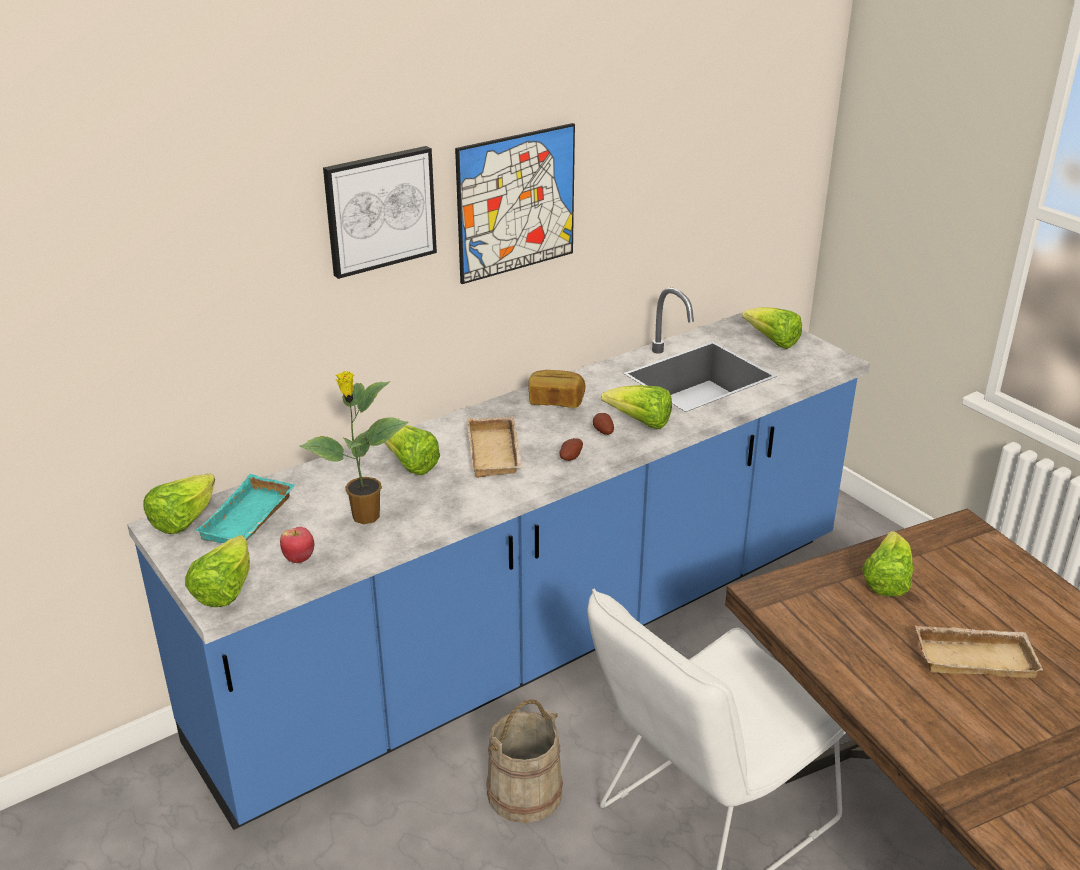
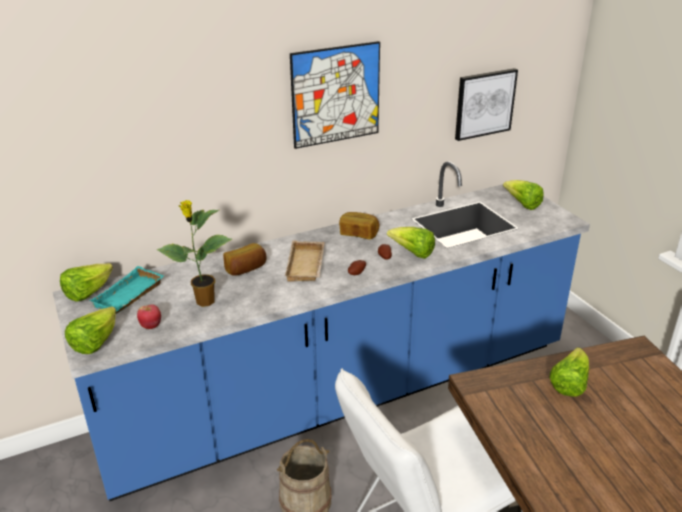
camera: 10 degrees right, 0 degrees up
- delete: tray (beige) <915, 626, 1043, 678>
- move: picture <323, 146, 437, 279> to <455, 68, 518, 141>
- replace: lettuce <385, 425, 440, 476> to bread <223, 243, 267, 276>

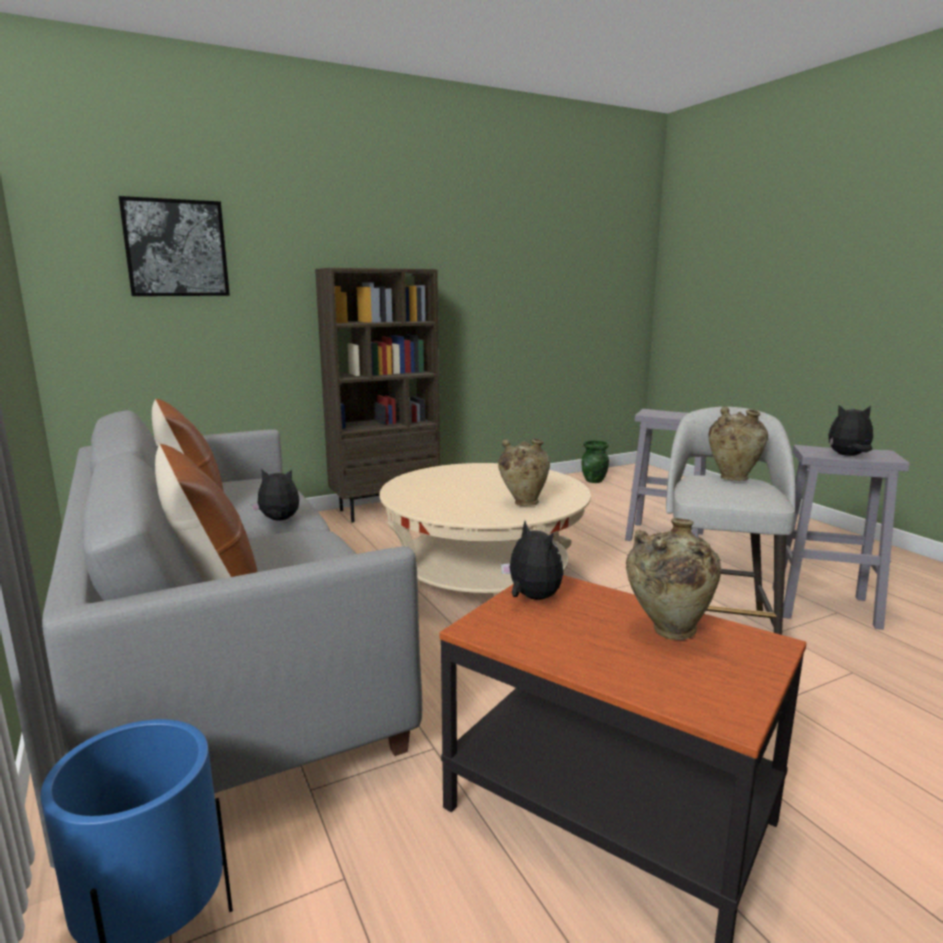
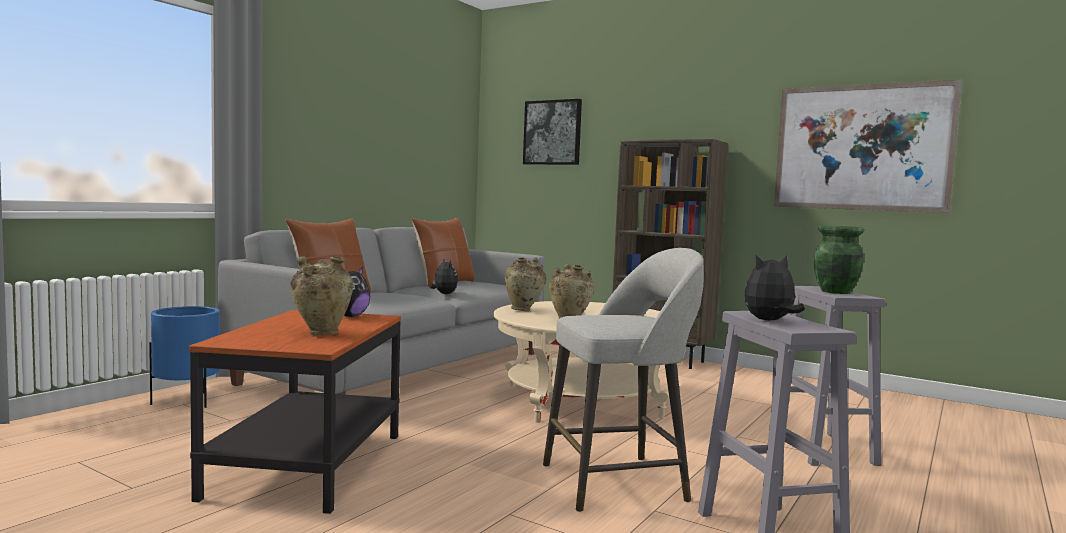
camera: 60 degrees right, 10 degrees down
- insert: picture <774, 79, 962, 213>
- move: vase (green) <581, 440, 609, 483> to <814, 225, 864, 294>
- move: vase (beige) <708, 406, 768, 481> to <505, 257, 547, 311>
- rotate: plush toy <828, 405, 873, 456> = <745, 255, 805, 321> 90 degrees counterclockwise

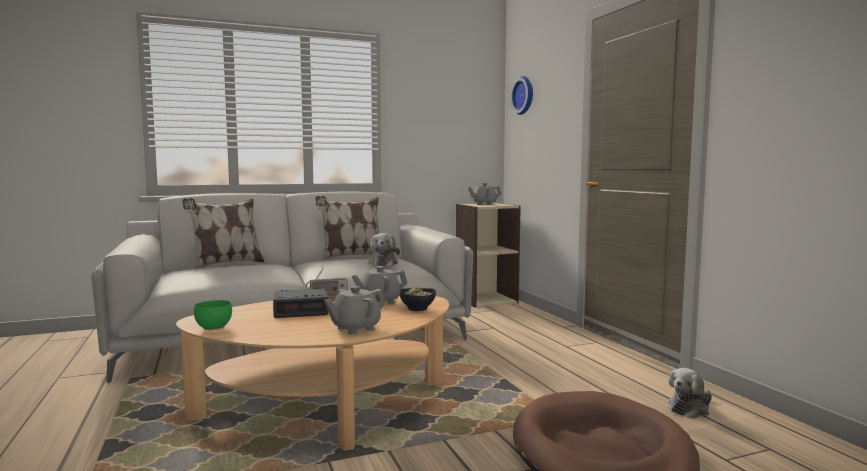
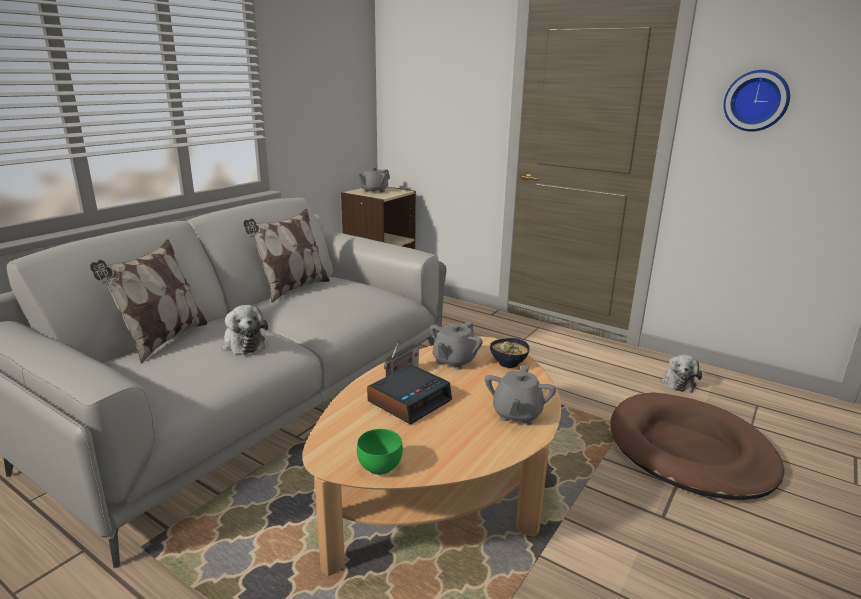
camera: 35 degrees left, 15 degrees up
- move: plush toy <369, 233, 400, 266> to <223, 305, 268, 355>
- move: wall clock <510, 76, 533, 115> to <724, 70, 790, 132>

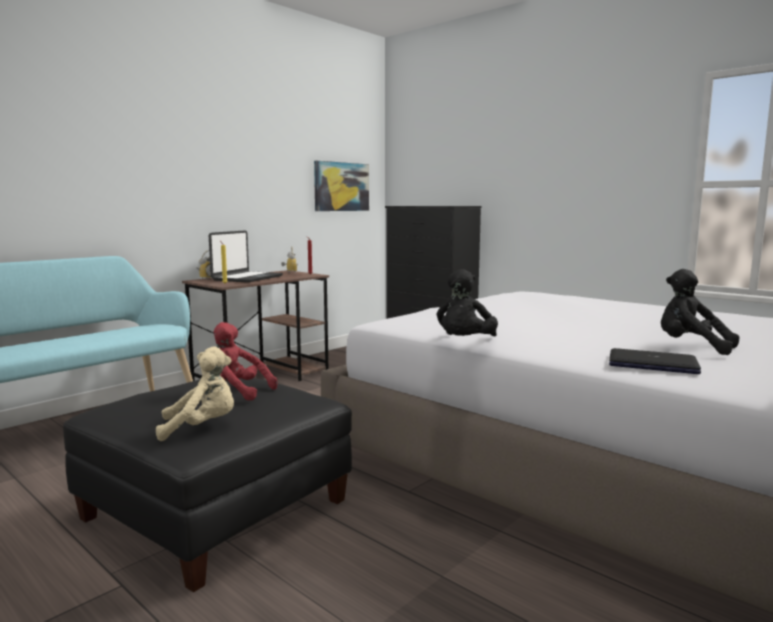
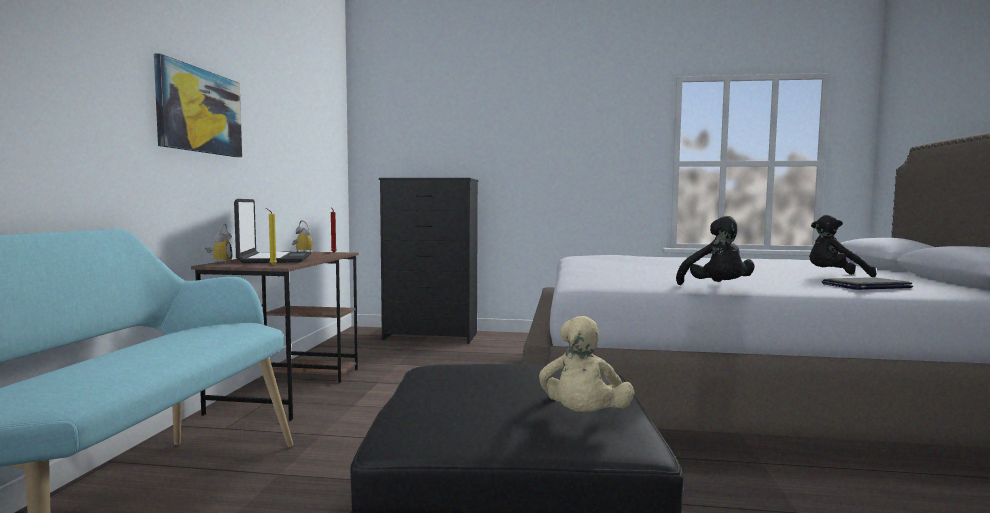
camera: 35 degrees left, 5 degrees down
- delete: plush toy (red) <214, 322, 277, 401>
- move: picture <314, 161, 369, 211> to <154, 53, 242, 157>
- rotate: plush toy (beige) <156, 346, 234, 441> = <539, 316, 634, 412> 150 degrees clockwise

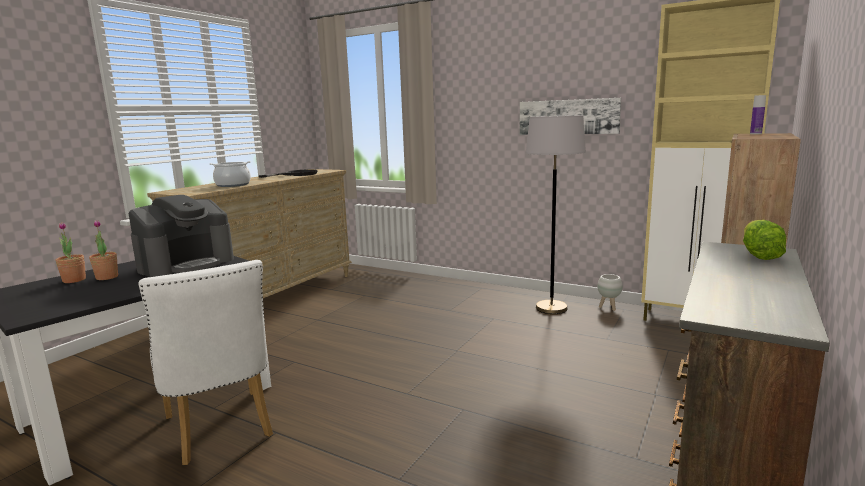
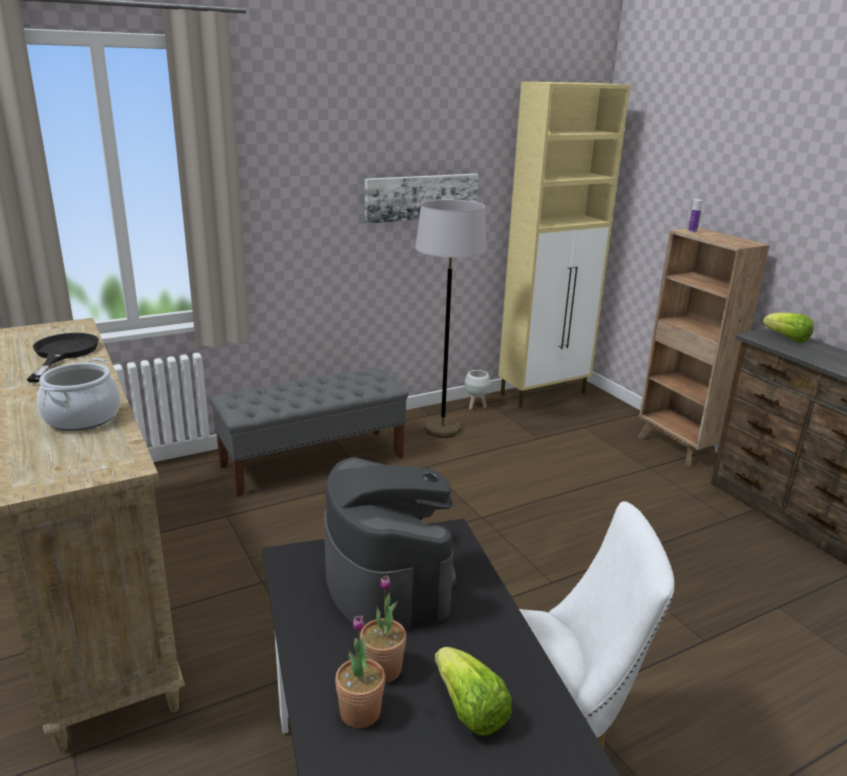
camera: 60 degrees left, 10 degrees up
- insert: bench (grey) <210, 368, 408, 497>
- insert: lettuce <435, 647, 512, 736>

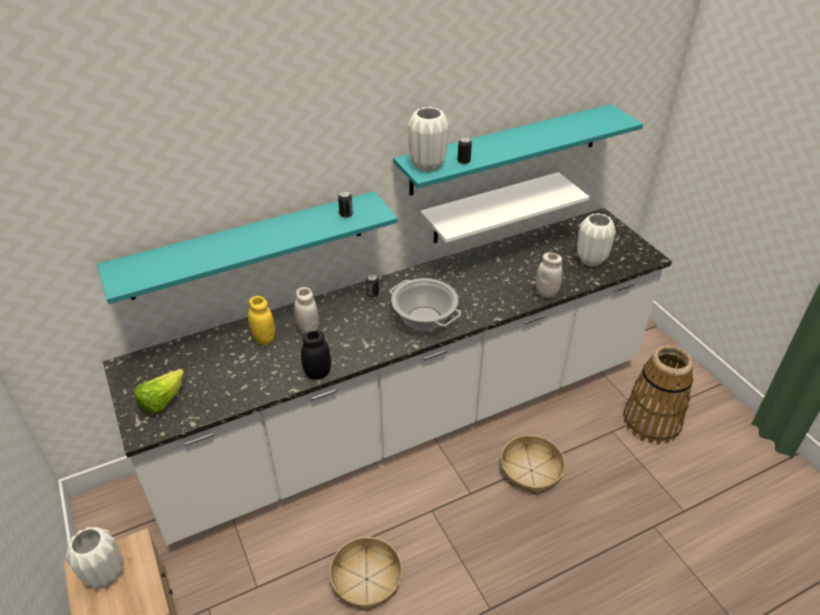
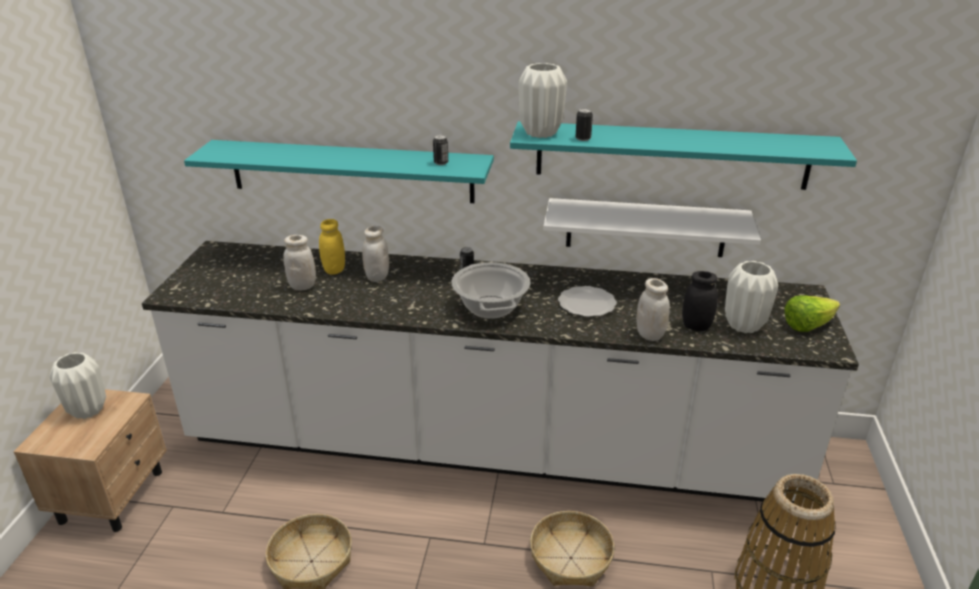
camera: 35 degrees right, 10 degrees down
- insert: jar (white) <283, 235, 316, 290>
- insert: plate <558, 286, 617, 317>
- move: lettuce <134, 369, 184, 414> to <784, 295, 840, 332>
- move: jar (black) <301, 330, 331, 380> to <682, 271, 718, 331>

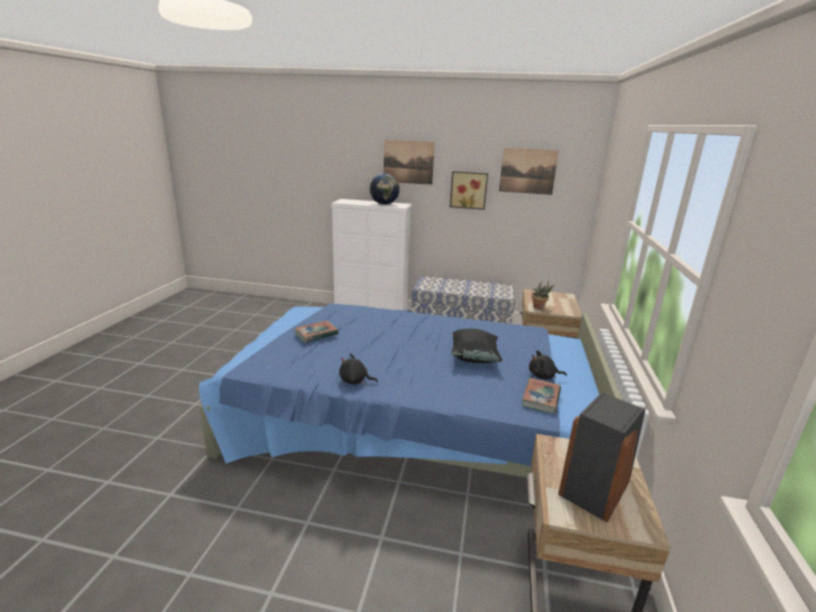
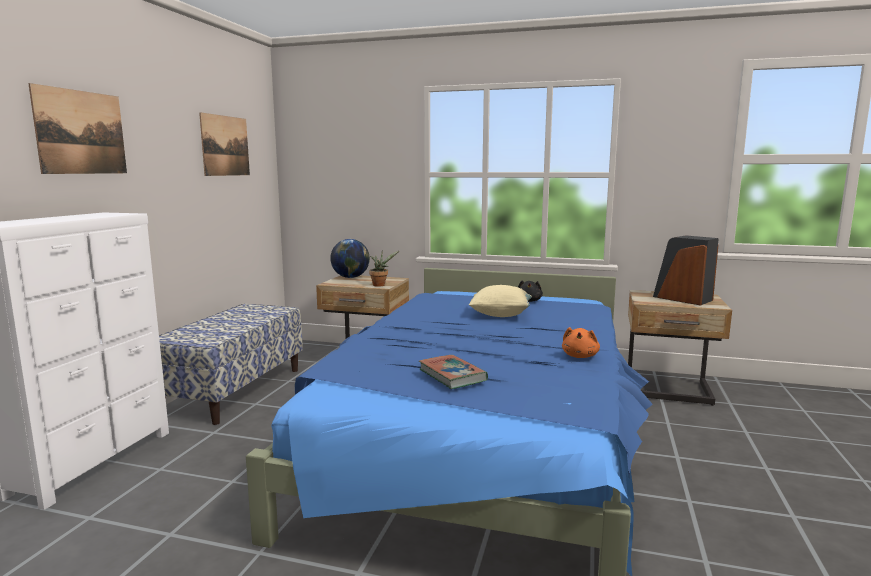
camera: 85 degrees left, 10 degrees down
- delete: picture <450, 171, 488, 210>
- delete: book <522, 378, 561, 414>
- move: globe <370, 174, 400, 205> to <330, 239, 370, 278>
- recolor: plush toy (black) <339, 353, 378, 385> to plush toy (orange) <562, 327, 600, 358>
- recolor: pillow (black) <451, 328, 502, 363> to pillow (beige) <469, 285, 532, 317>

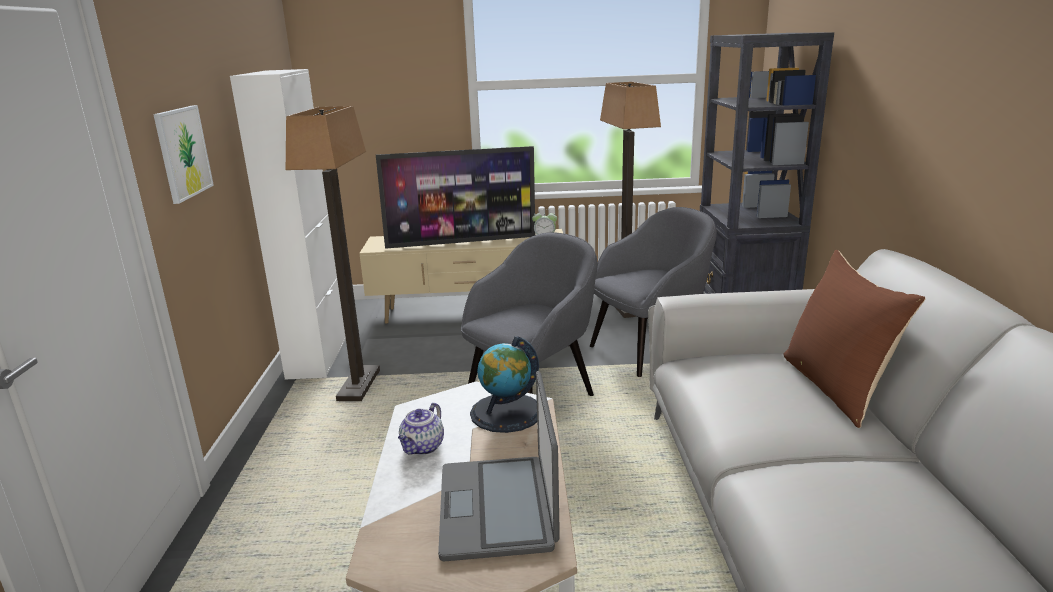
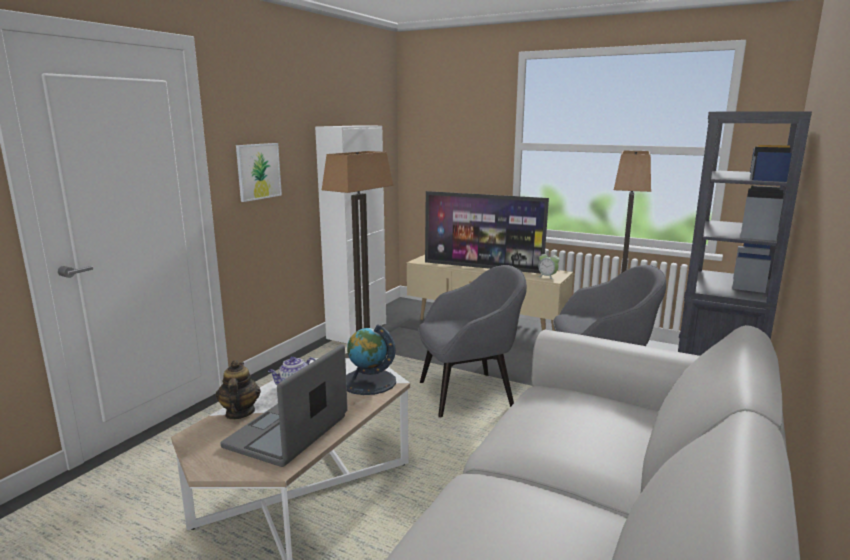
camera: 30 degrees right, 5 degrees down
- delete: pillow (brown) <783, 250, 926, 428>
- insert: teapot <216, 360, 261, 419>

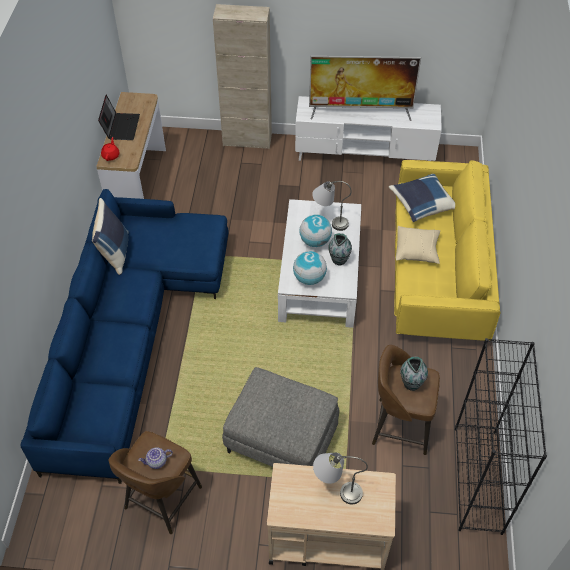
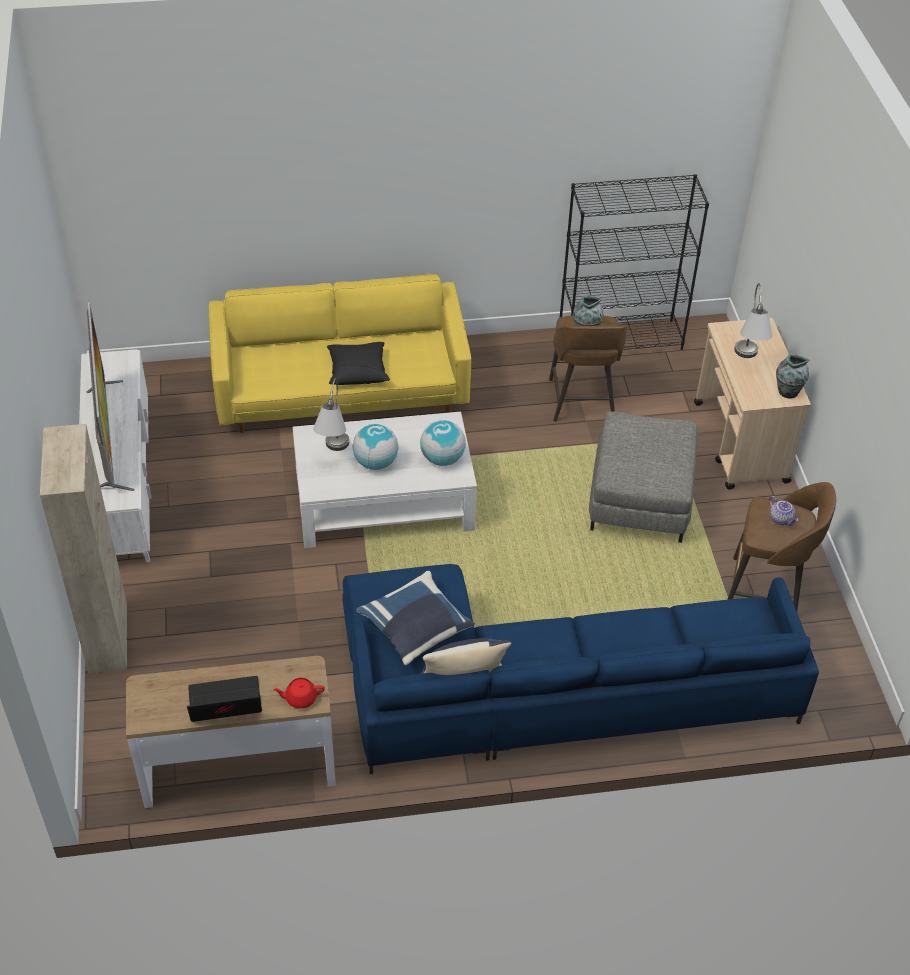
camera: 105 degrees left, 5 degrees down
- move: vase <328, 233, 352, 266> to <776, 354, 809, 399>
- move: pillow (blue) <389, 174, 455, 222> to <356, 570, 475, 665>
- recolor: pillow (beige) <396, 226, 440, 264> to pillow (black) <327, 342, 390, 385>

